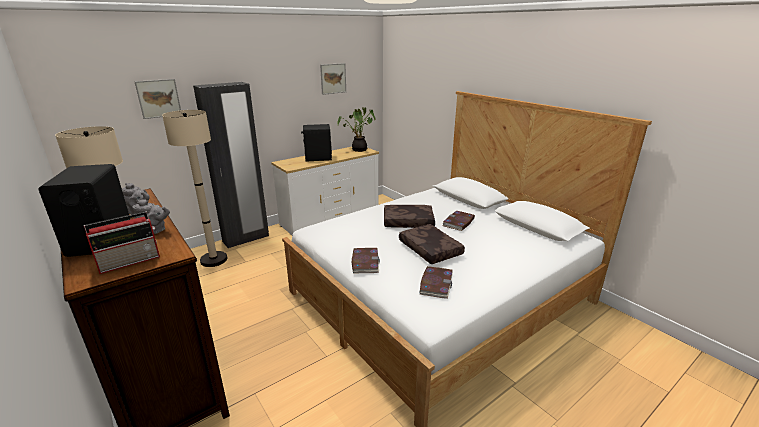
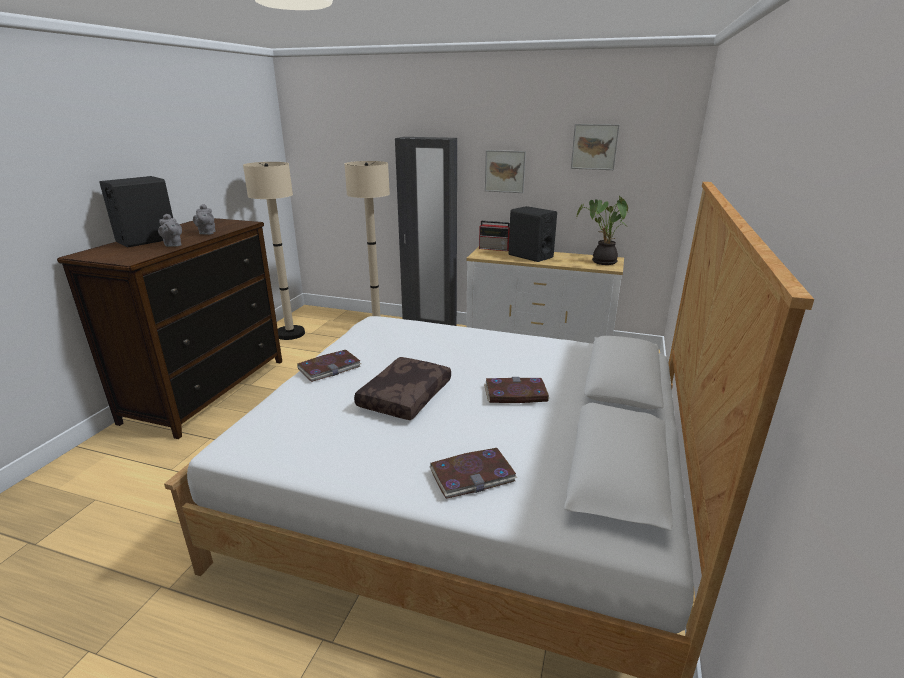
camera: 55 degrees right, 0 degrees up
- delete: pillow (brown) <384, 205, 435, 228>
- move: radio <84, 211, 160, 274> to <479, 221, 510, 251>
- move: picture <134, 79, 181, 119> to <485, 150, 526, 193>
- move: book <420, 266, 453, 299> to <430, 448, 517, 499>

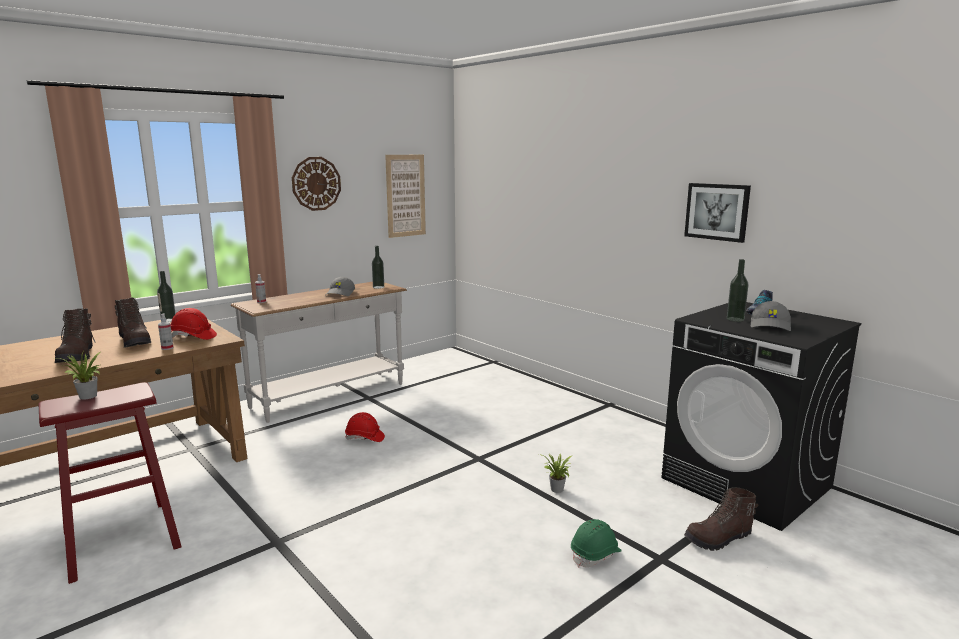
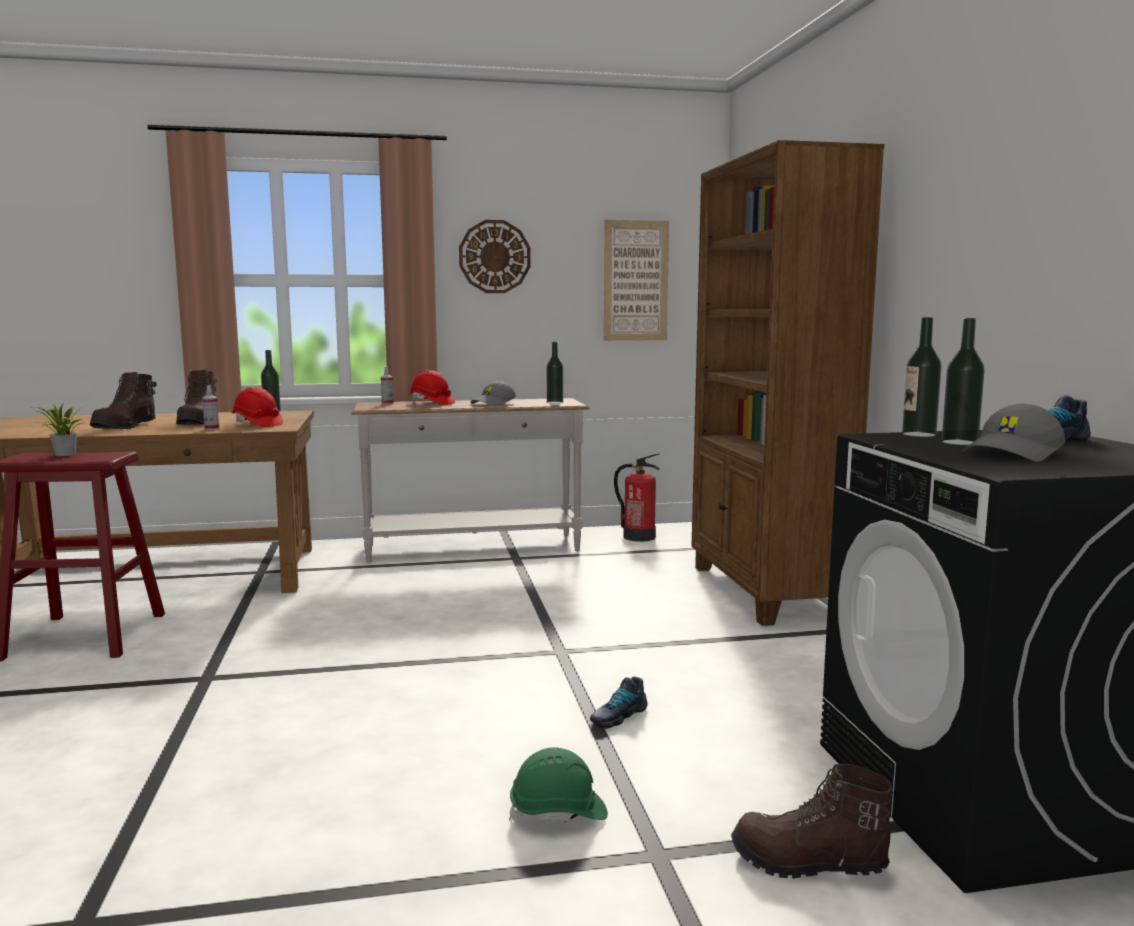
camera: 30 degrees right, 5 degrees down
- delete: picture <684, 183, 751, 243>
- insert: fire extinguisher <614, 453, 660, 542>
- insert: bookcase (brown) <691, 140, 885, 626>
- insert: bottle <902, 317, 941, 437>
- move: hard hat (red) <345, 412, 385, 442> to <410, 370, 455, 405>
- replace: potted plant <539, 453, 573, 493> to shoe <590, 677, 648, 729>

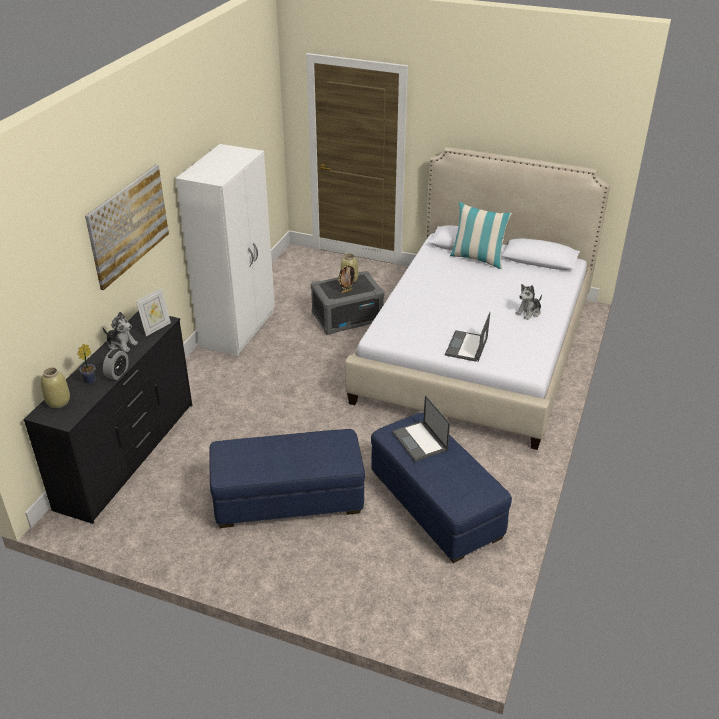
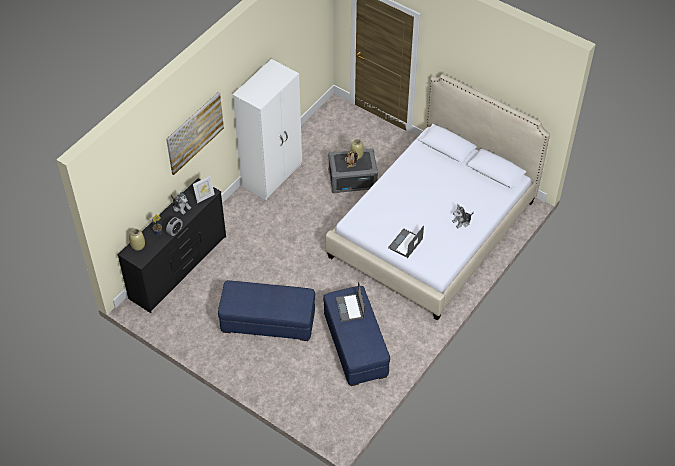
camera: 15 degrees right, 15 degrees up
- delete: pillow <450, 202, 512, 269>

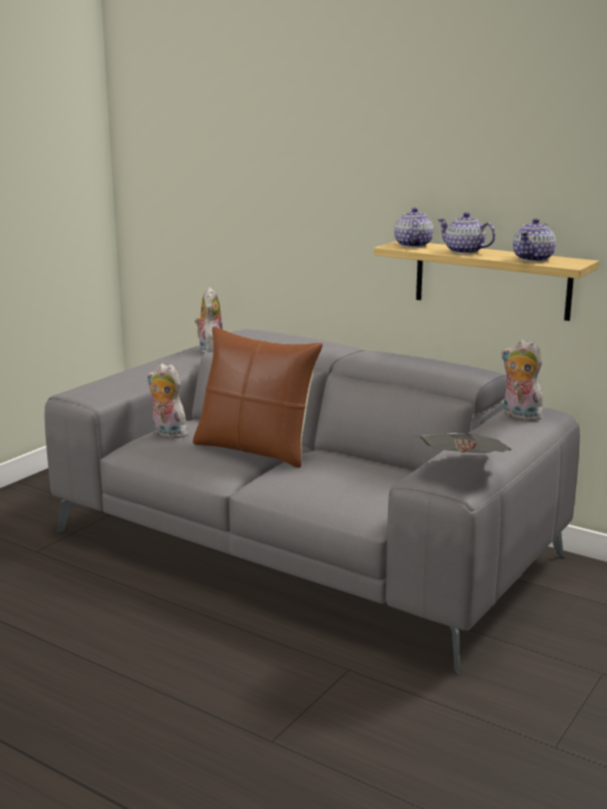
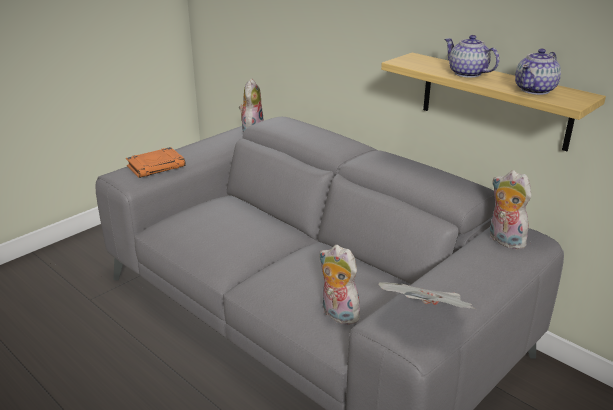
camera: 10 degrees right, 10 degrees up
- delete: pillow (brown) <193, 327, 323, 468>
- delete: teapot <394, 207, 433, 247>
- insert: book (orange) <126, 147, 186, 178>
- move: plush toy <147, 363, 189, 438> to <320, 245, 360, 325>

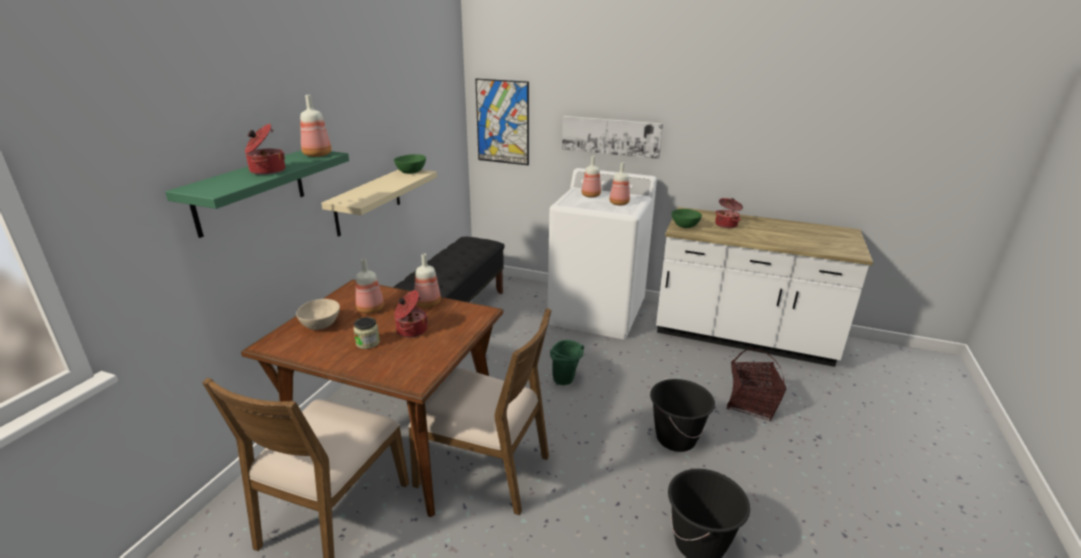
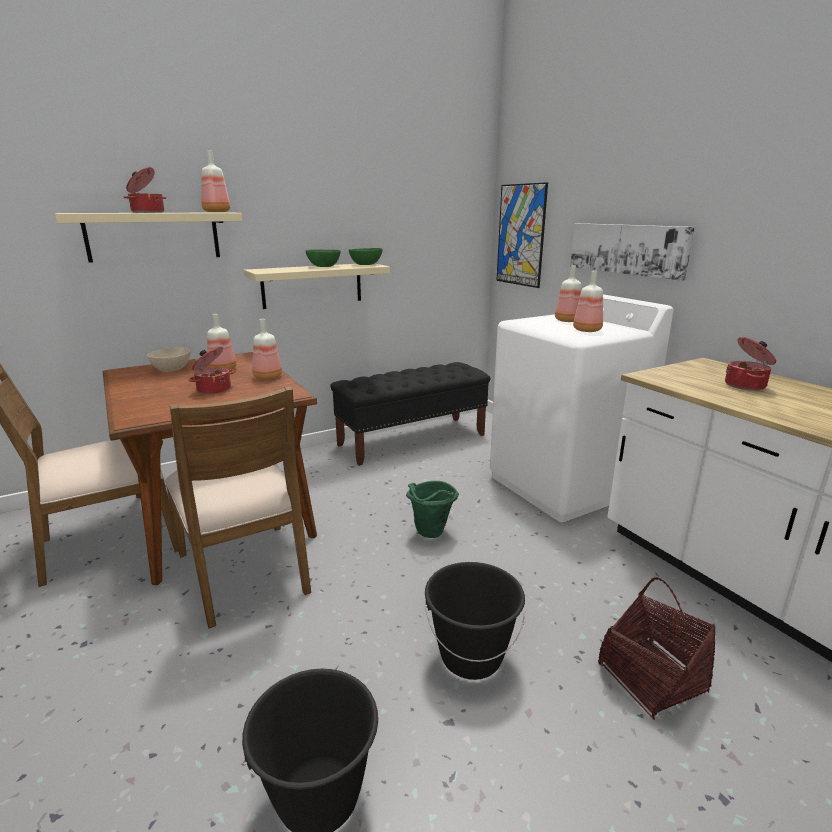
camera: 40 degrees right, 5 degrees down
- delete: jar <354, 317, 380, 349>
- move: bowl (green) <671, 209, 702, 228> to <306, 249, 341, 267>
- recolor: shelf (green) <165, 150, 349, 238> to shelf (beige) <55, 212, 243, 263>

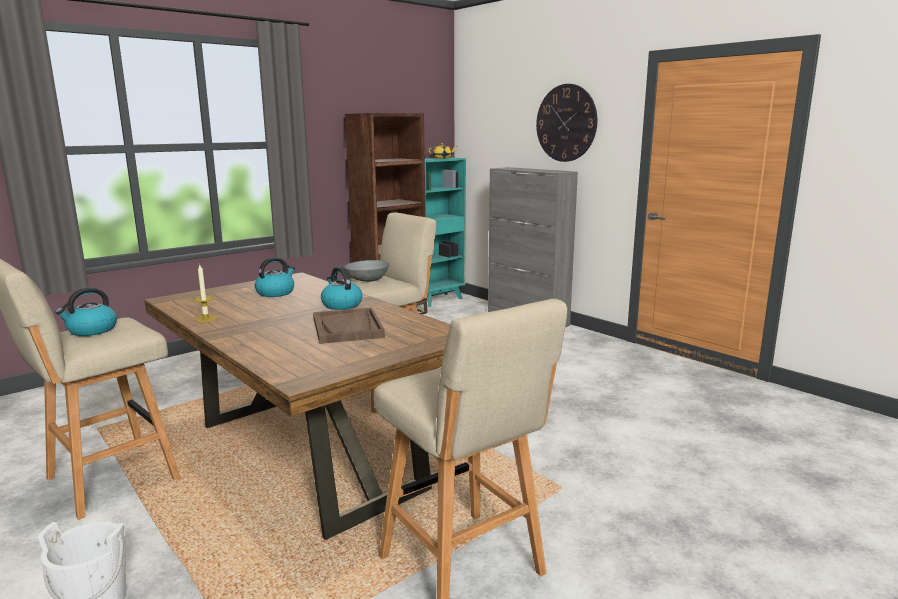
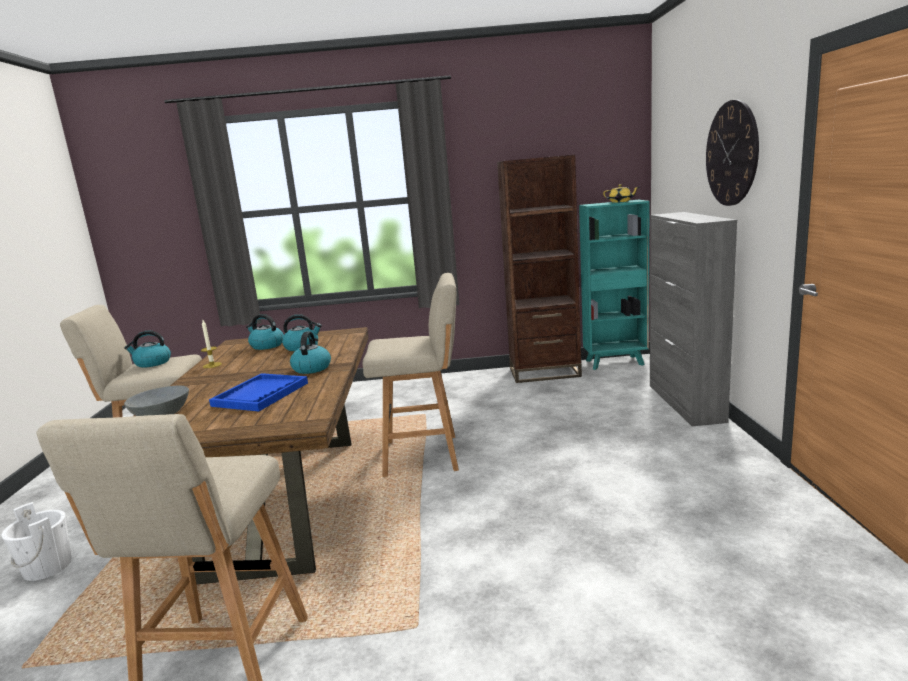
camera: 40 degrees right, 0 degrees up
- insert: kettle <246, 314, 284, 350>
- move: bowl (grey) <345, 260, 389, 282> to <124, 385, 189, 416>
- recolor: tray (brown) <313, 307, 385, 344> to tray (blue) <209, 373, 308, 411>

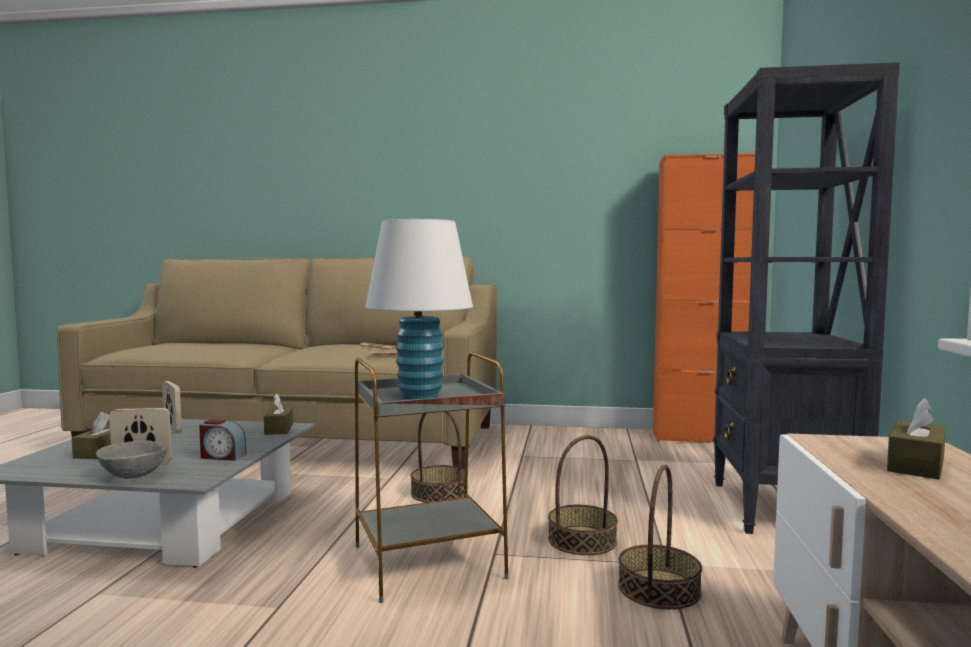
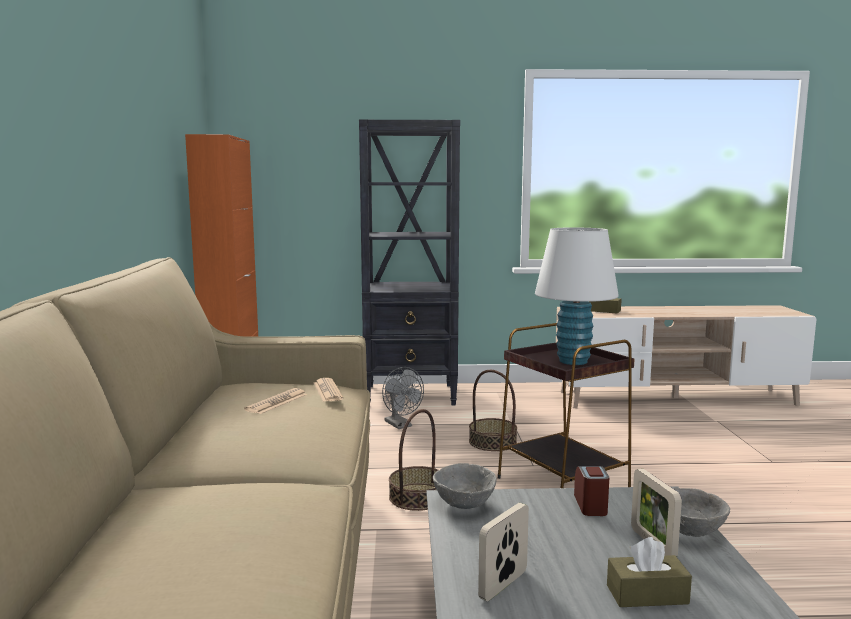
camera: 100 degrees left, 5 degrees up
- delete: basket <618, 465, 702, 610>
- insert: fan (grey) <382, 367, 424, 429>
- replace: tissue box (brown) <264, 394, 294, 435> to bowl (grey) <433, 463, 497, 509>
- recolor: side table (grey) <355, 352, 509, 603> to side table (brown) <498, 323, 635, 488>

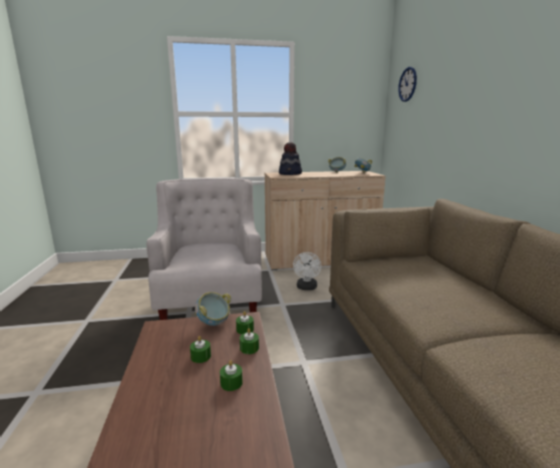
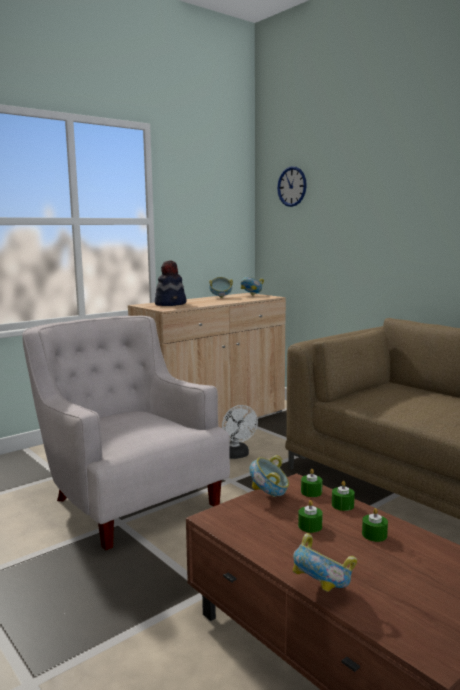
camera: 30 degrees left, 5 degrees down
- insert: bowl <293, 533, 357, 592>

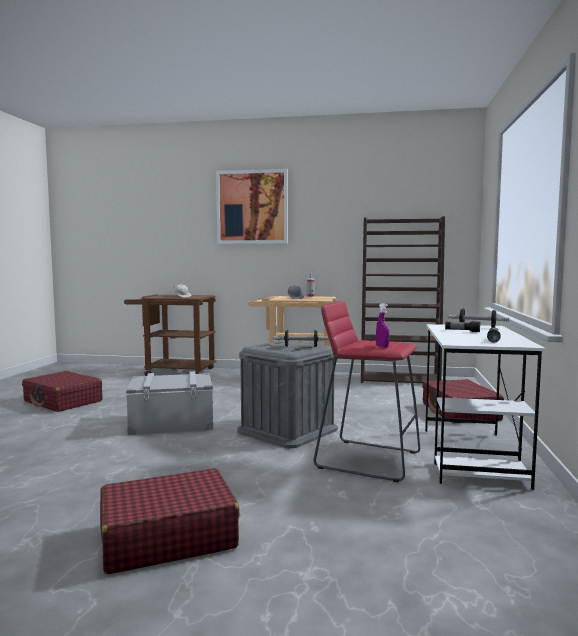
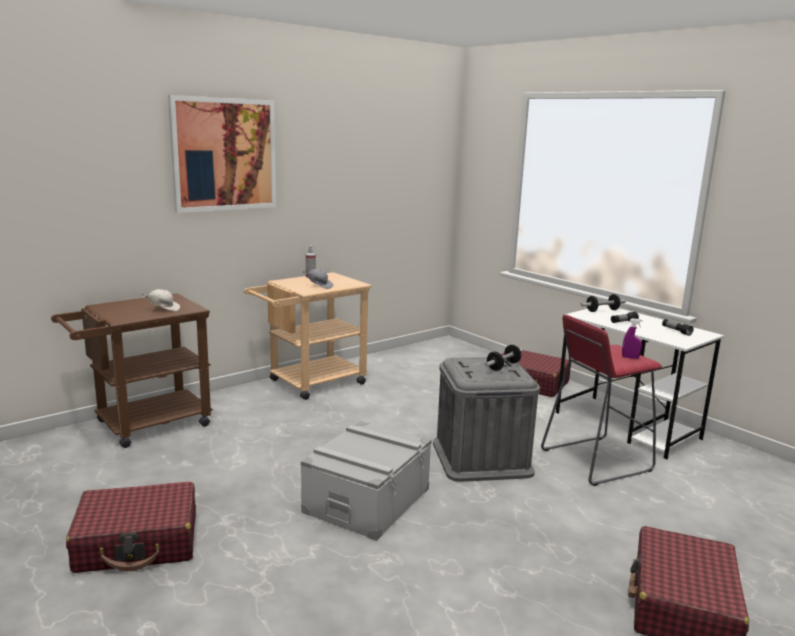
camera: 50 degrees left, 10 degrees up
- delete: bookcase (brown) <361, 216, 445, 383>

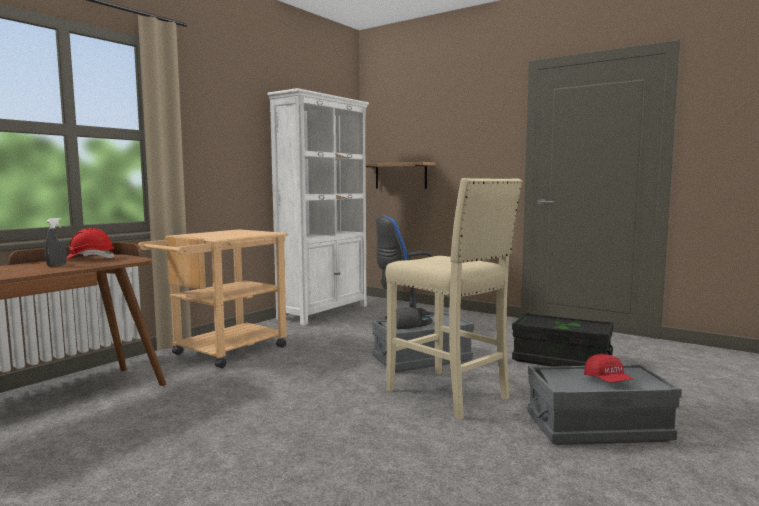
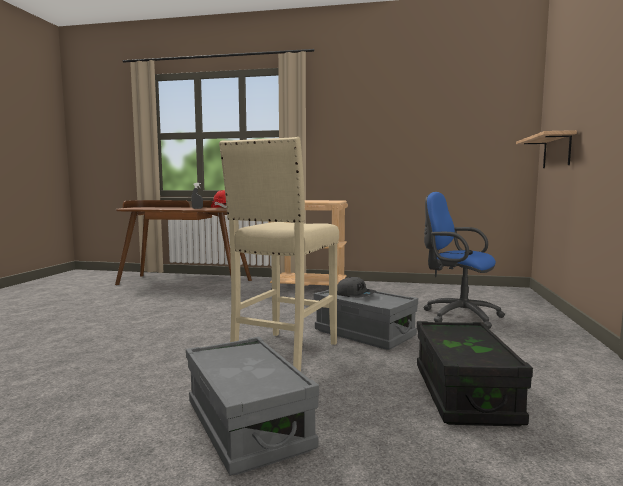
camera: 65 degrees right, 0 degrees up
- delete: bookcase (white) <267, 88, 369, 325>
- delete: cap (red) <584, 354, 634, 382>

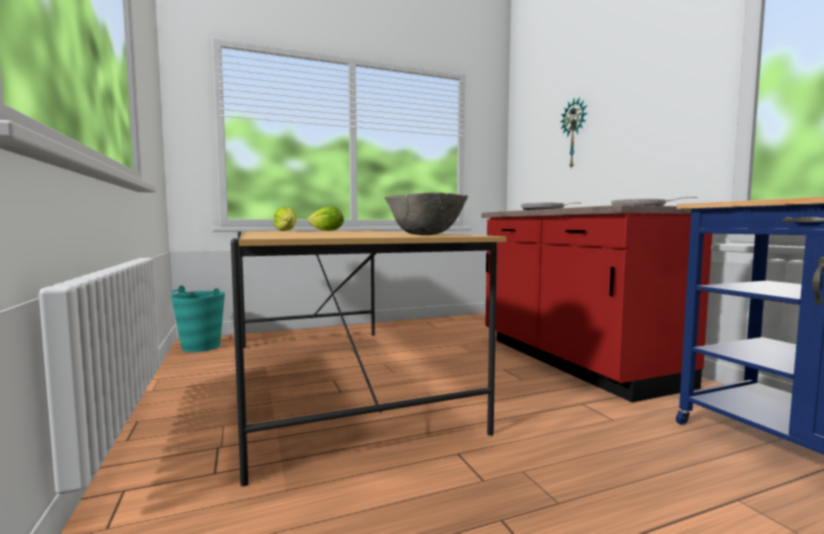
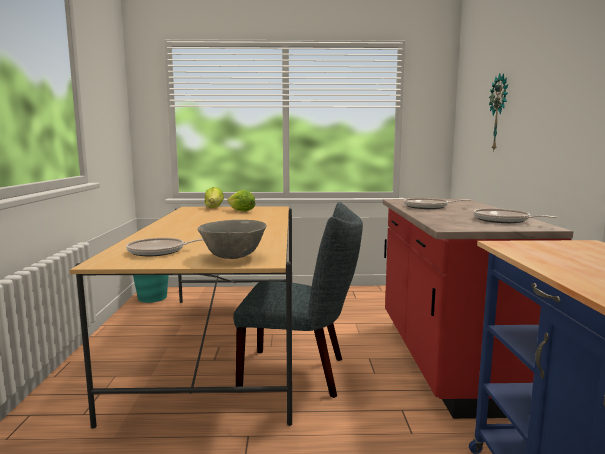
camera: 20 degrees right, 5 degrees up
- insert: frying pan <126, 238, 203, 256>
- insert: chair (grey) <233, 202, 363, 398>

